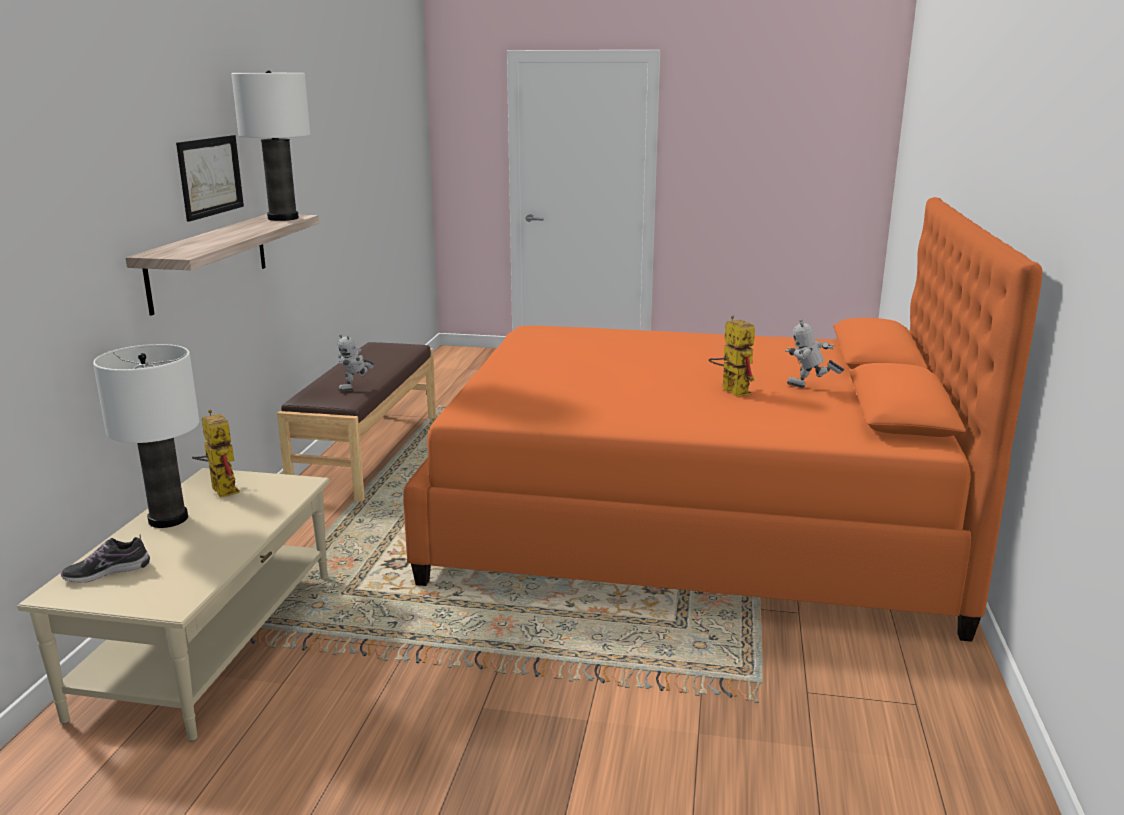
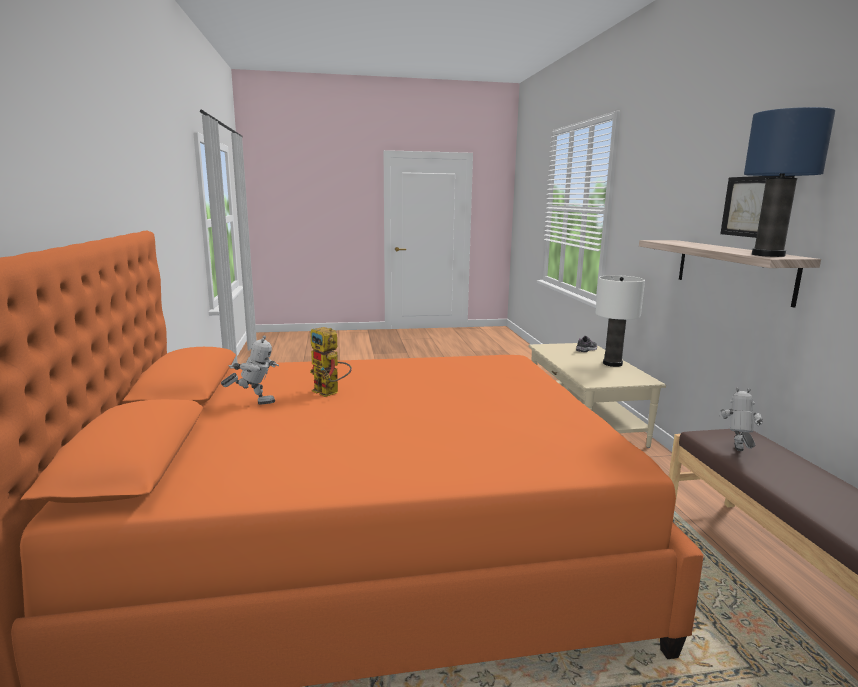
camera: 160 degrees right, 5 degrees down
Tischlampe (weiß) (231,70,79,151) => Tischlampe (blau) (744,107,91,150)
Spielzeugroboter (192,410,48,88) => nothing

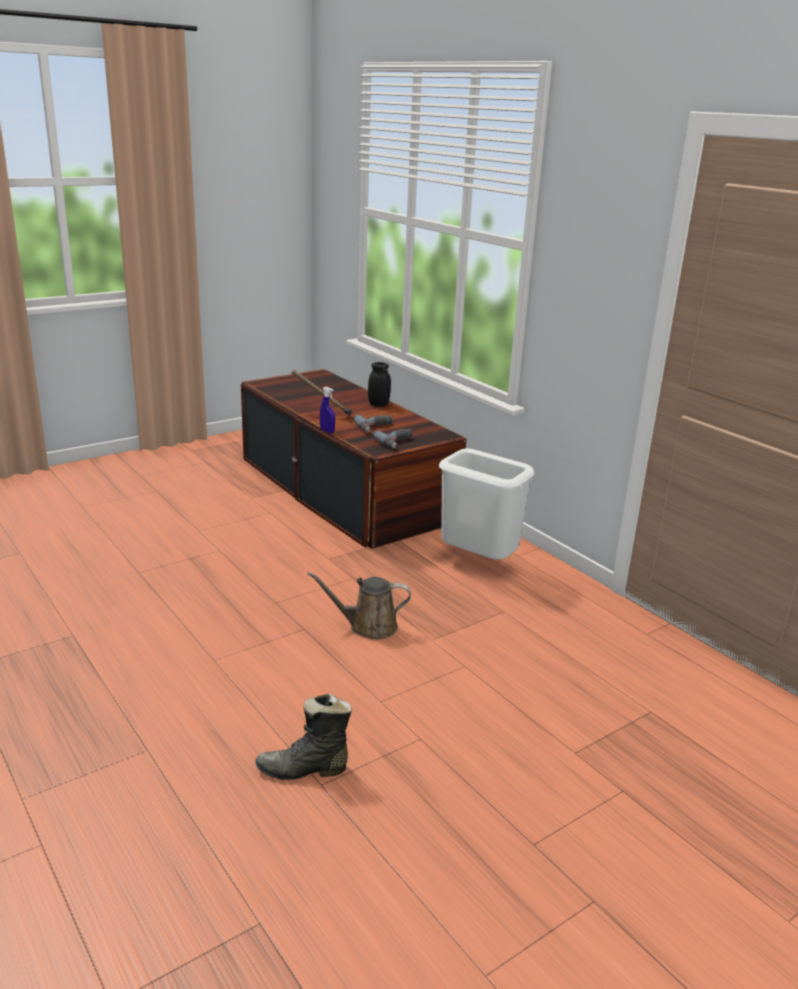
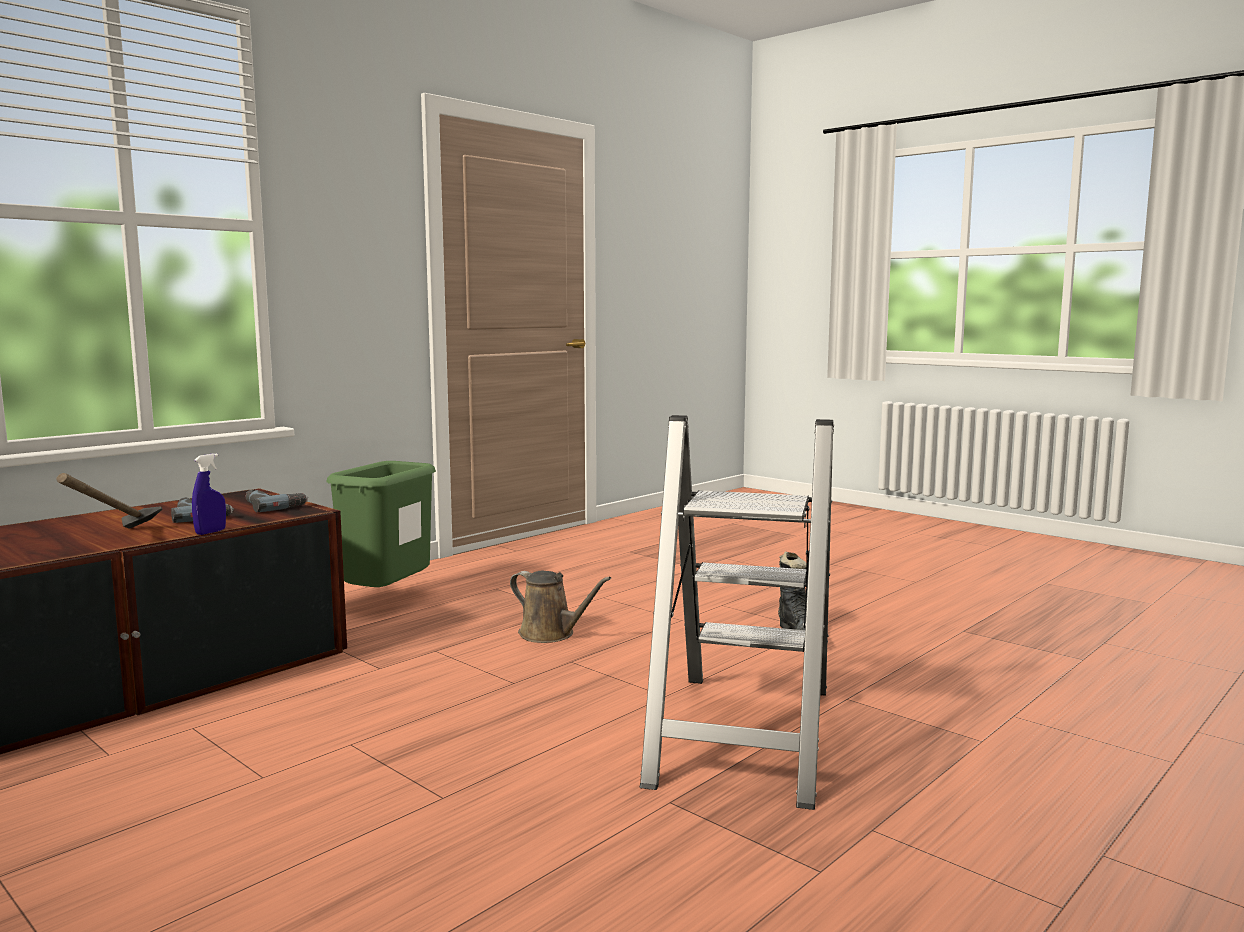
camera: 100 degrees left, 15 degrees down
Vorratsglas (schwarz) (368,362,23,45) => nothing
Mülleimer (weiß) (439,448,95,112) => Mülleimer (grün) (326,461,110,126)
Gießkanne (braun) (307,572,104,68) => Gießkanne (braun) (510,570,101,73), 45 degrees counterclockwise
nothing => Trittleiter (grau) (640,415,194,395)

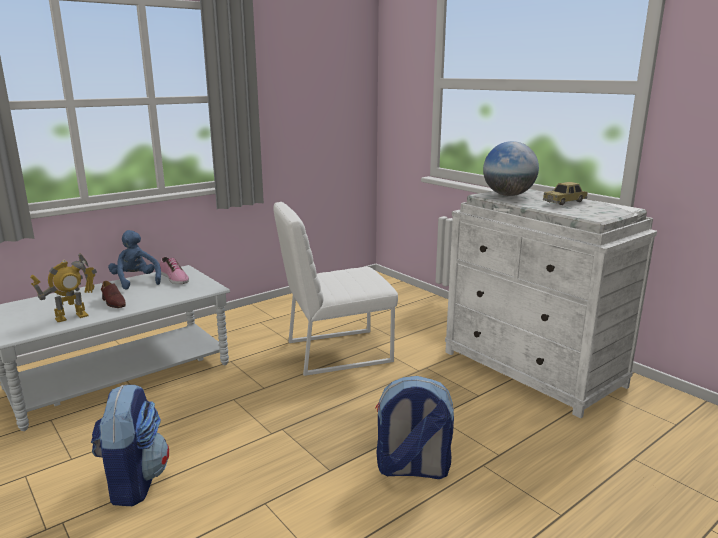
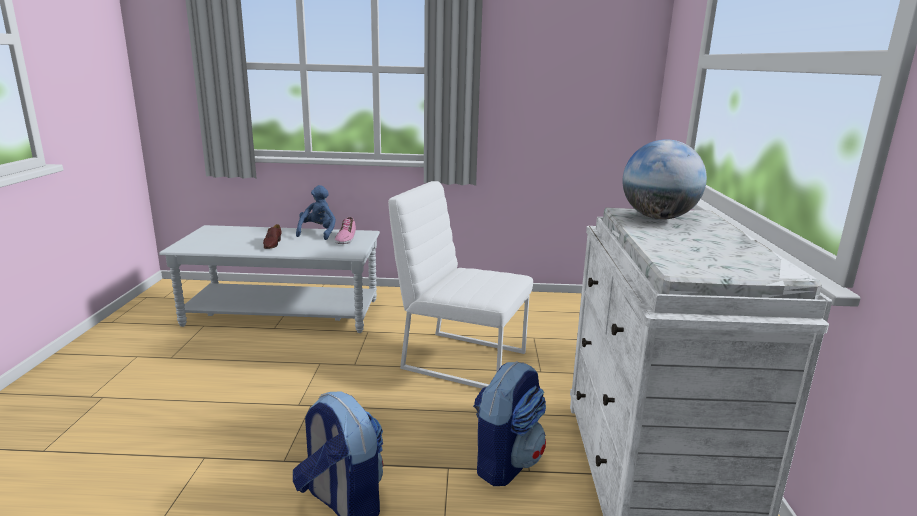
camera: 40 degrees right, 0 degrees up
Spielzeugauto (543,182,45,23) => nothing
Spielzeugroboter (30,253,67,69) => nothing
Rucksack (91,385,78,121) => Rucksack (473,361,73,125), relocated

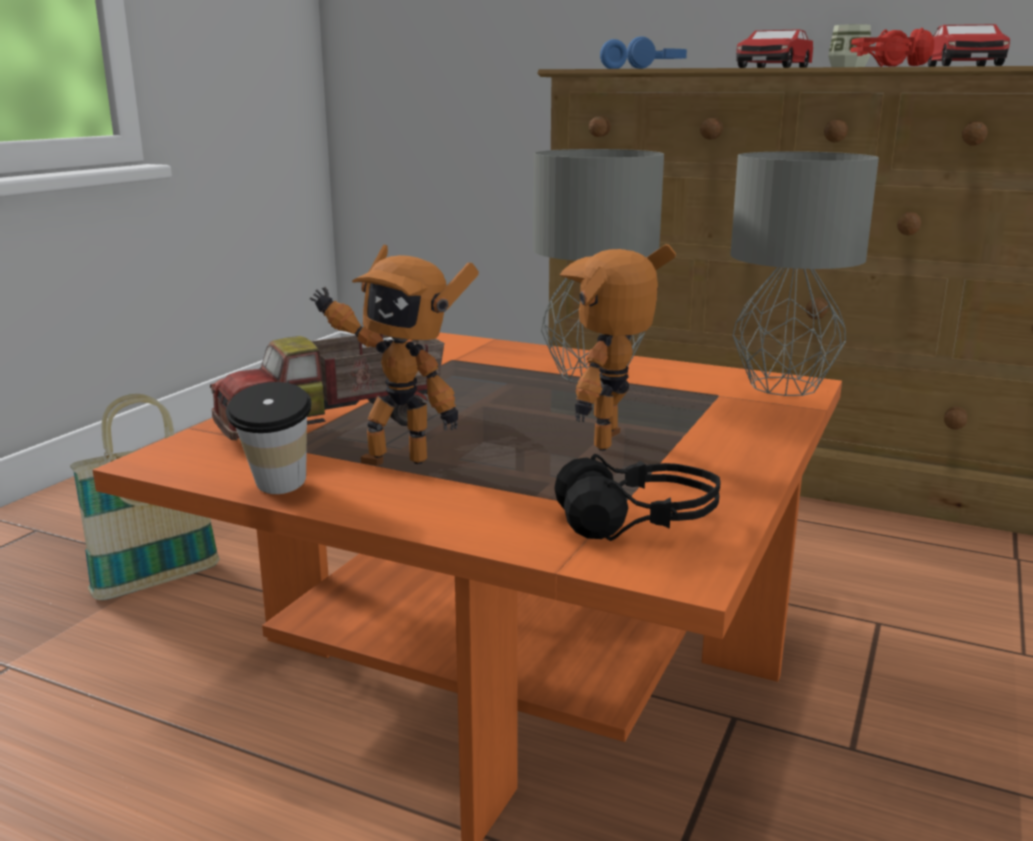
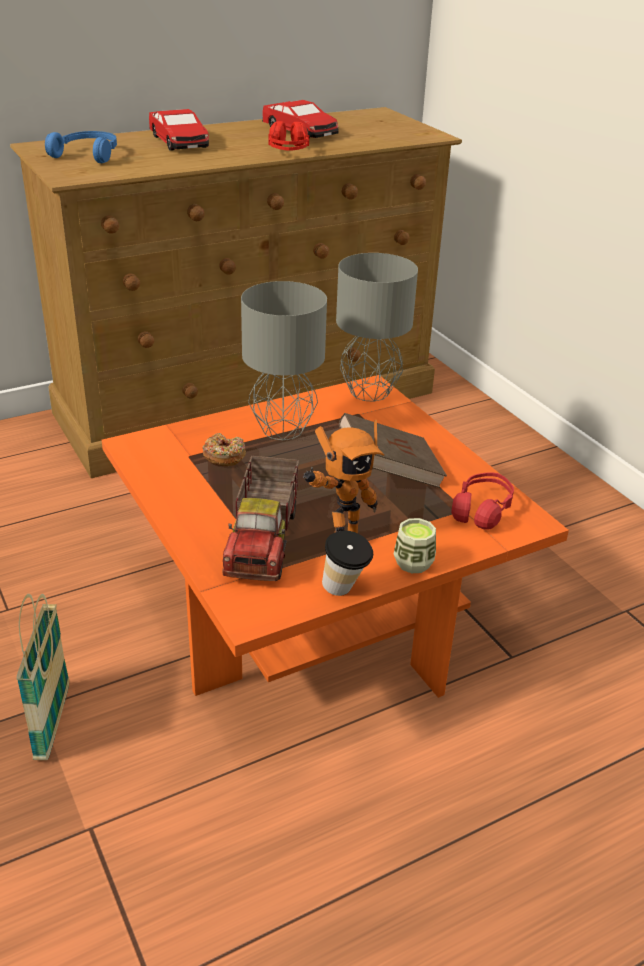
camera: 55 degrees left, 15 degrees up
Tasse (828,24,43,43) => Tasse (393,518,43,55), relocated
Spielzeugroboter (560,244,116,207) => Buch (braun) (339,413,108,75)
Kopfhörer (schwarz) (555,454,166,87) => Kopfhörer (rot) (451,472,63,58)
nothing => Donut (203,433,43,33)

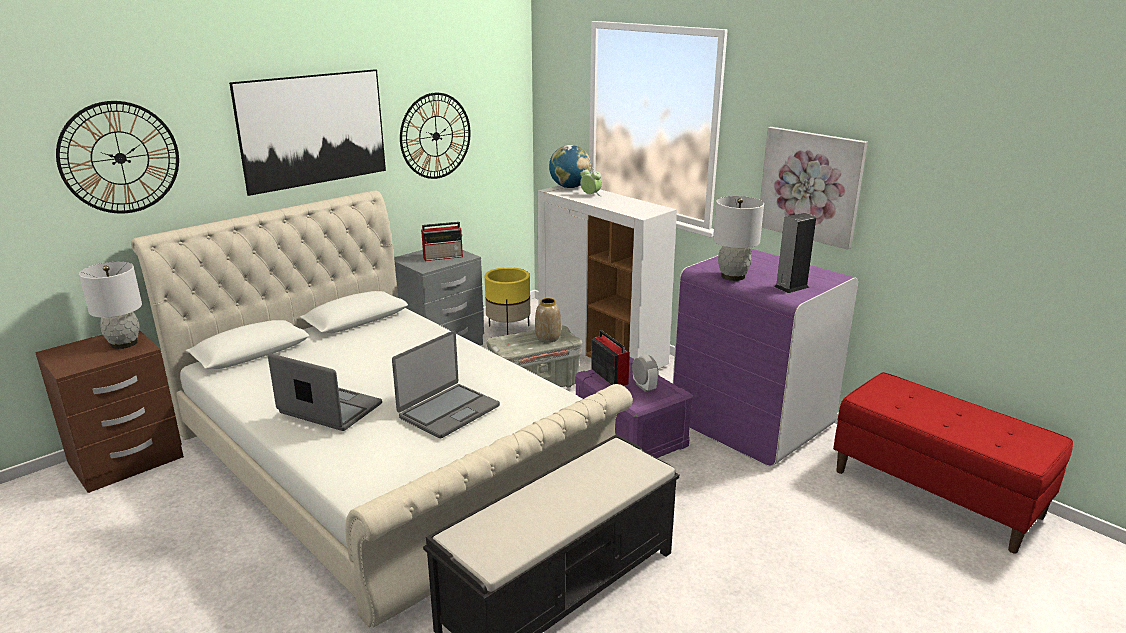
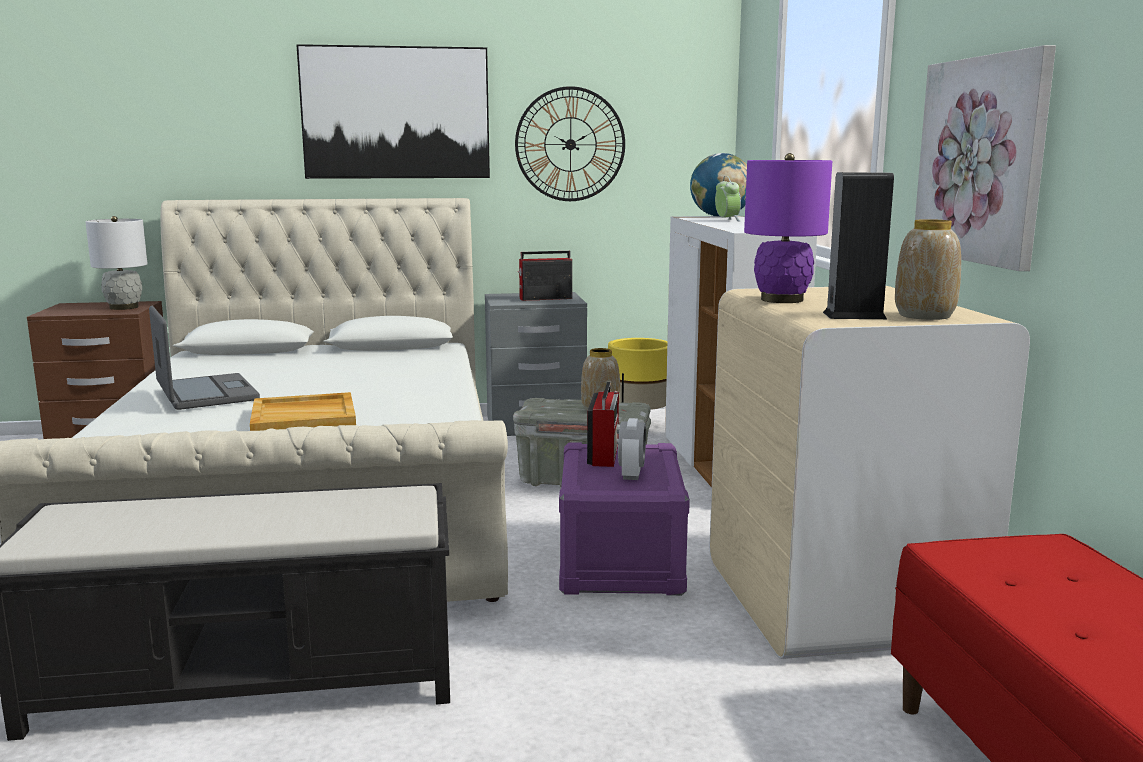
camera: 35 degrees right, 10 degrees down
Wanduhr (56,101,123,113) => nothing
Tischlampe (weiß) (713,196,51,85) => Tischlampe (lila) (744,153,88,150)
Radio (421,222,42,39) => Radio (518,251,54,50), 150 degrees clockwise
Kommode (lila) (673,248,185,219) => Kommode (beige) (710,286,320,373)
Laptop (392,331,108,108) => Tablett (beige) (250,392,106,39)
nothing => Vase (895,219,66,101)

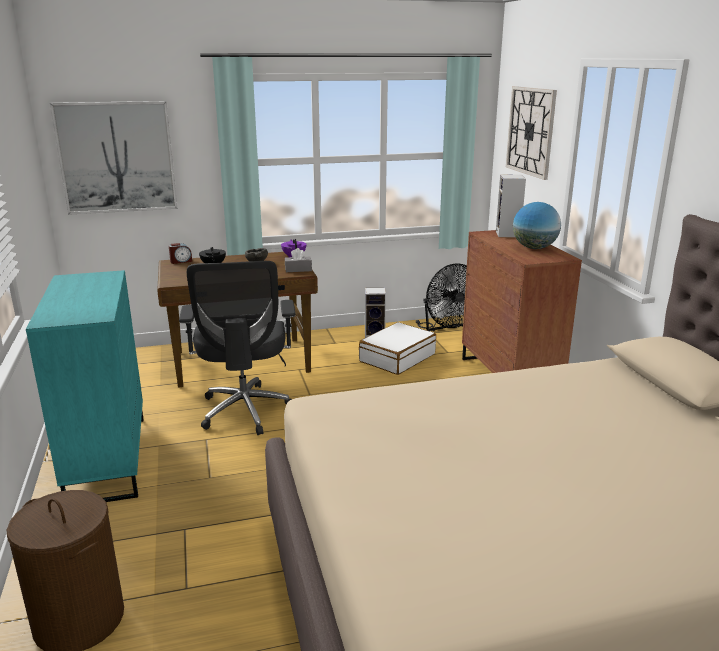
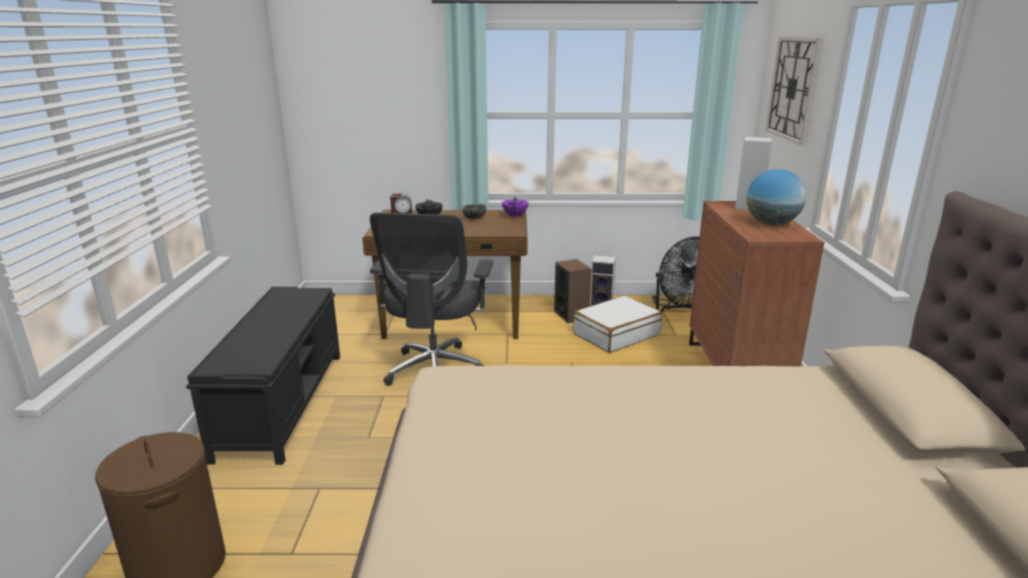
camera: 15 degrees right, 0 degrees up
Bild (50,101,127,114) => nothing
Taschentuchbox (grau) (285,248,27,24) => nothing
Kommode (türkis) (26,270,118,232) => Bank (schwarz) (186,287,154,178)
nothing => Lautsprecher (554,259,37,64)

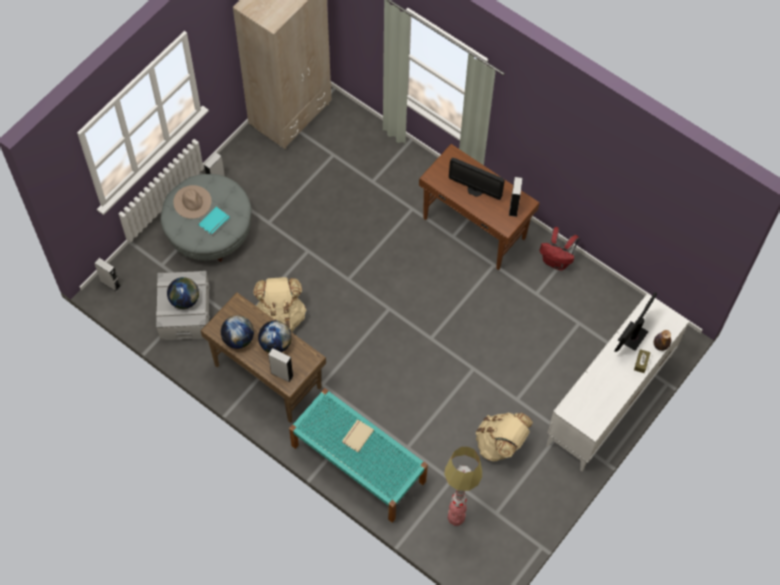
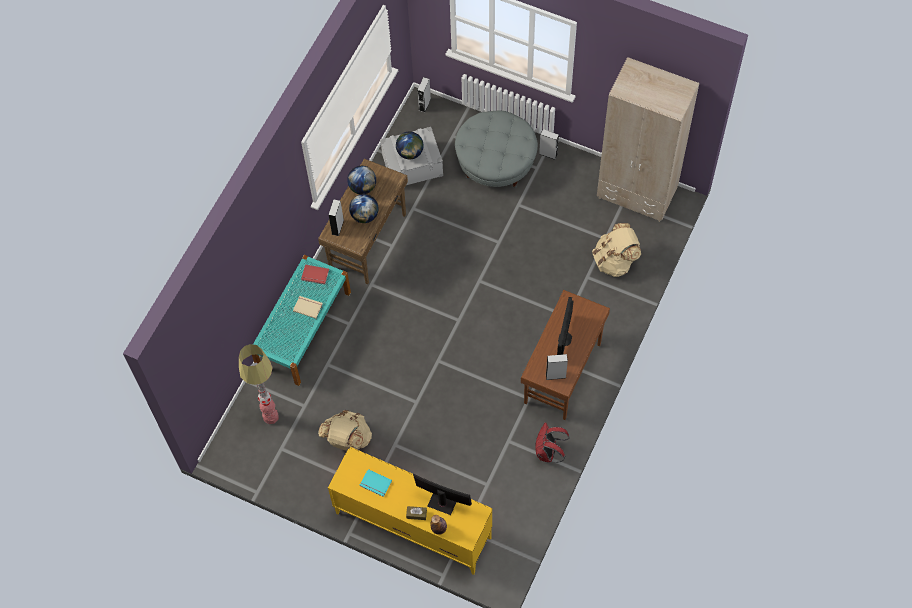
camera: 80 degrees right, 0 degrees up
Hut (beige) (173,185,39,34) => nothing
Buch (türkis) (198,207,32,28) => Buch (türkis) (360,469,32,28), relocated
Rucksack (beige) (253,277,53,55) => Rucksack (beige) (592,223,49,54), relocated
Kommode (weiß) (546,294,143,177) => Kommode (gelb) (328,447,164,128)
nothing => Buch (rot) (301,264,28,21)

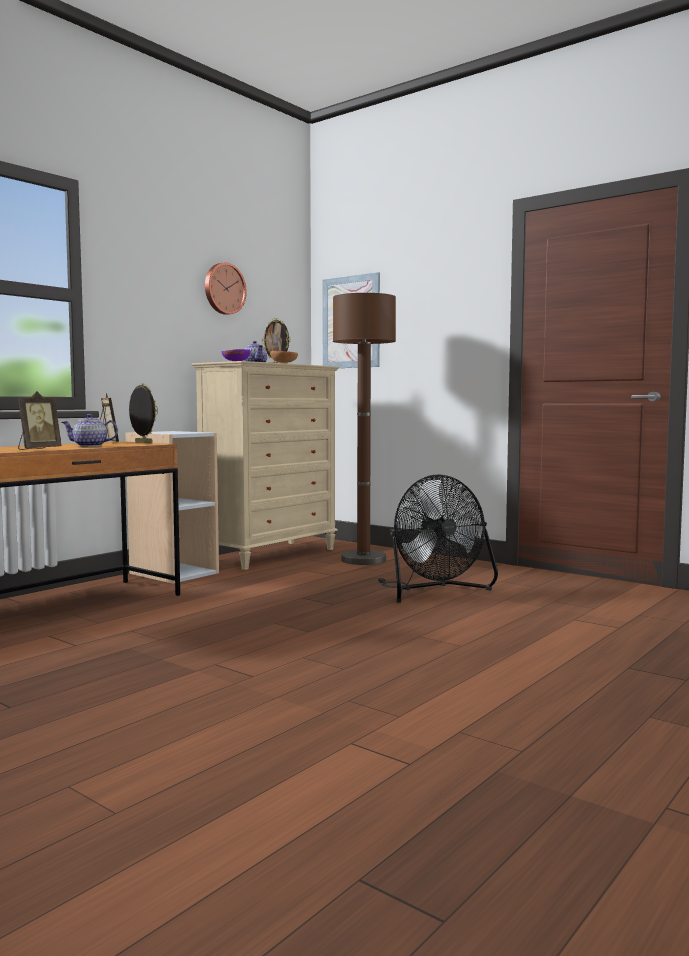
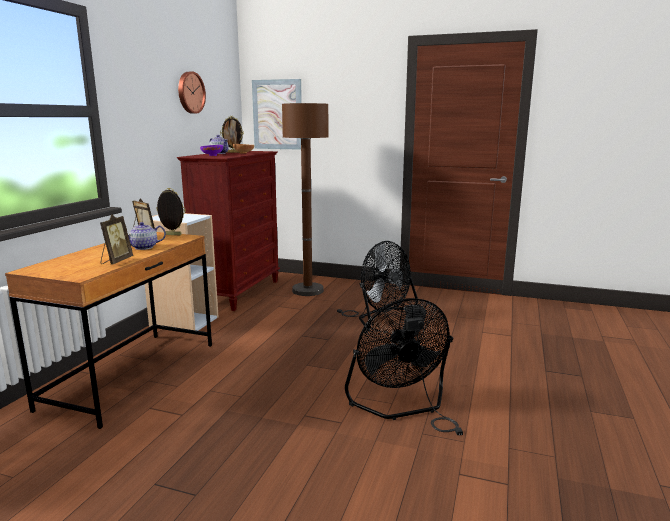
camera: 20 degrees left, 10 degrees up
Kommode (beige) (192,361,147,209) => Kommode (rot) (177,151,103,160)
nothing => Ventilator (schwarz) (345,298,118,137)

